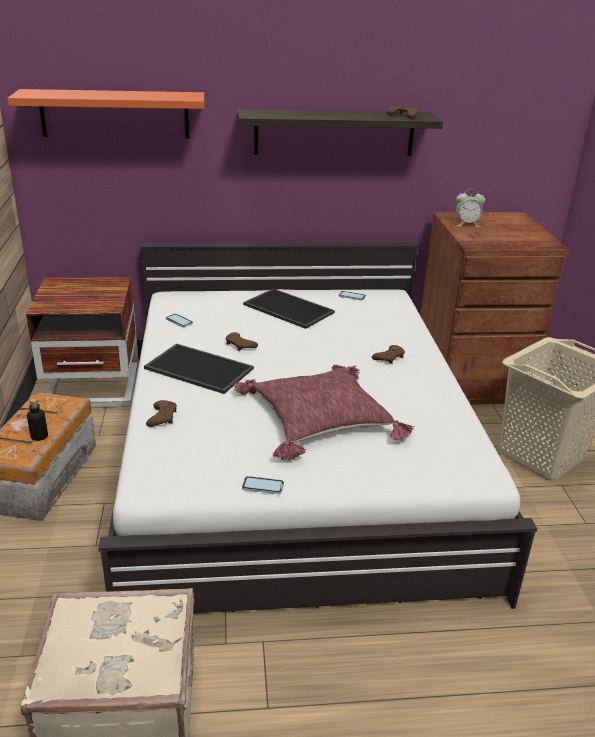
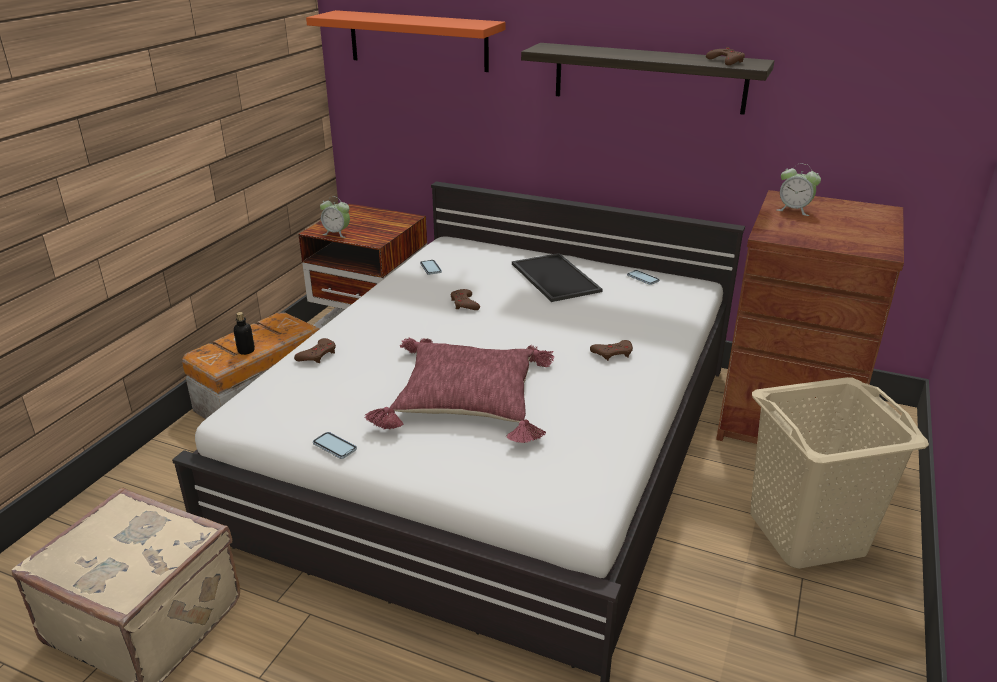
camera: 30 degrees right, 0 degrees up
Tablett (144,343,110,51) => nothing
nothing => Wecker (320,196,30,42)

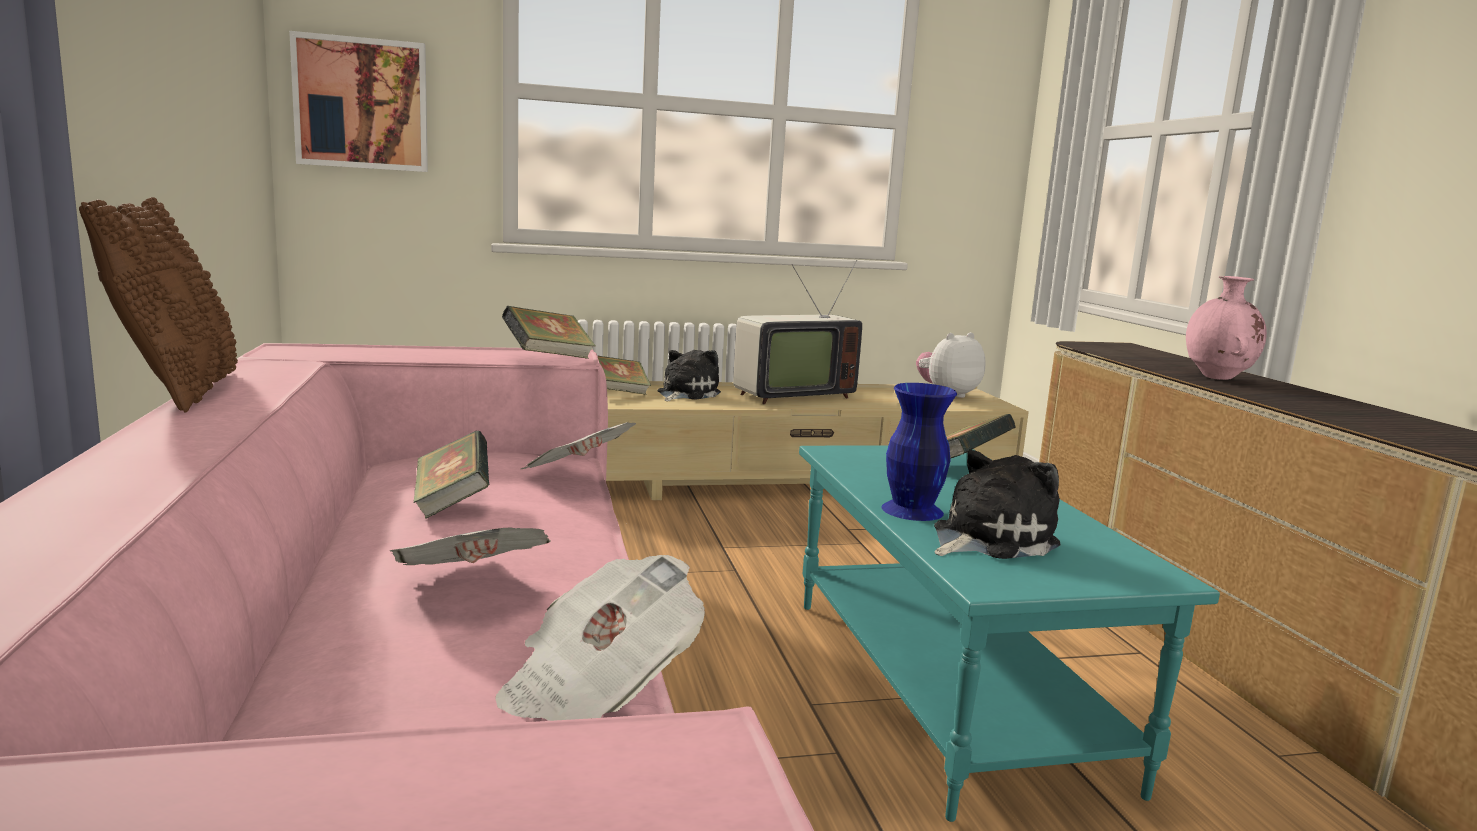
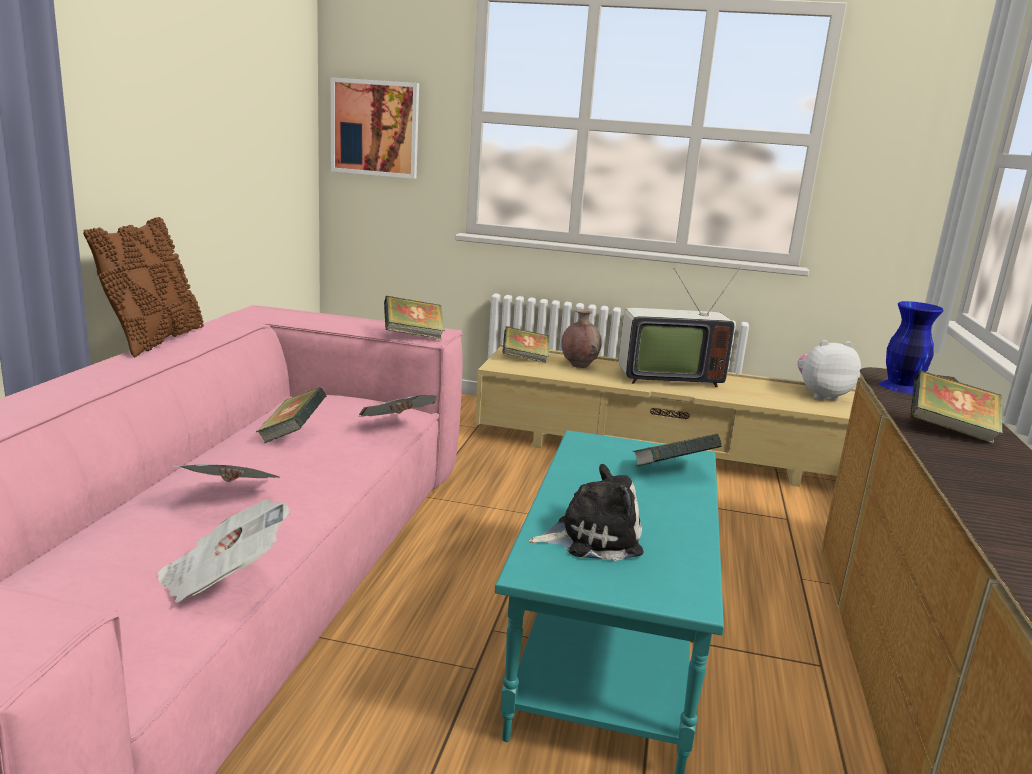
camera: 25 degrees right, 5 degrees up
Vase (rosa) (1186,276,81,104) => Buch (910,370,93,74)
Plüschtier (658,350,63,51) => Vase (braun) (561,309,41,59)
Vase (blau) (881,383,76,138) => Vase (blau) (879,301,65,93), relocated

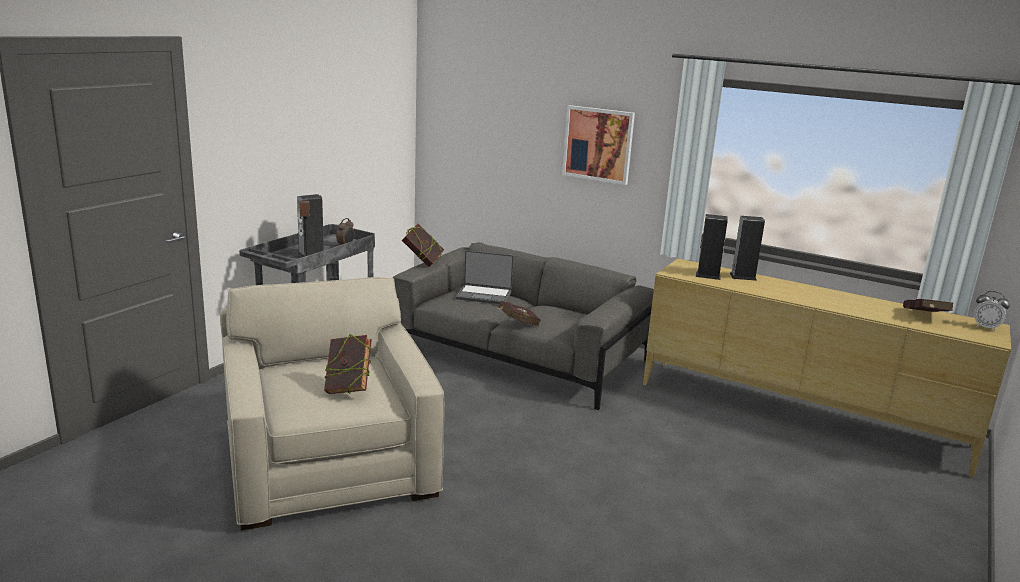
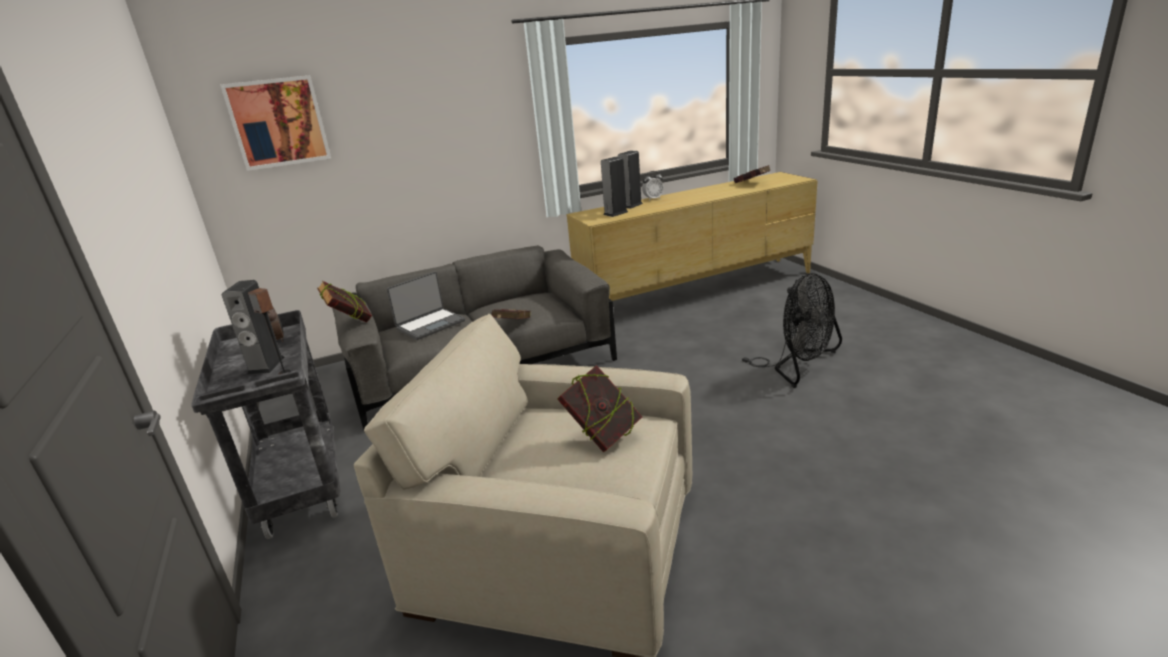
camera: 50 degrees left, 5 degrees up
Bild (562,105,73,80) => Bild (220,75,111,96), relocated
Wecker (974,291,36,40) => Wecker (642,171,22,30), relocated
nothing => Ventilator (schwarz) (742,273,100,115)

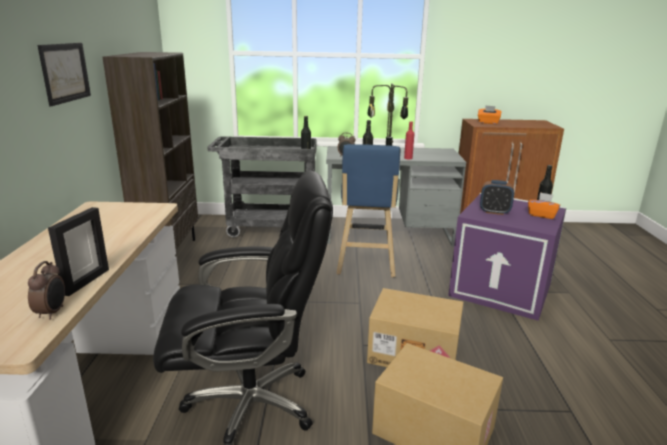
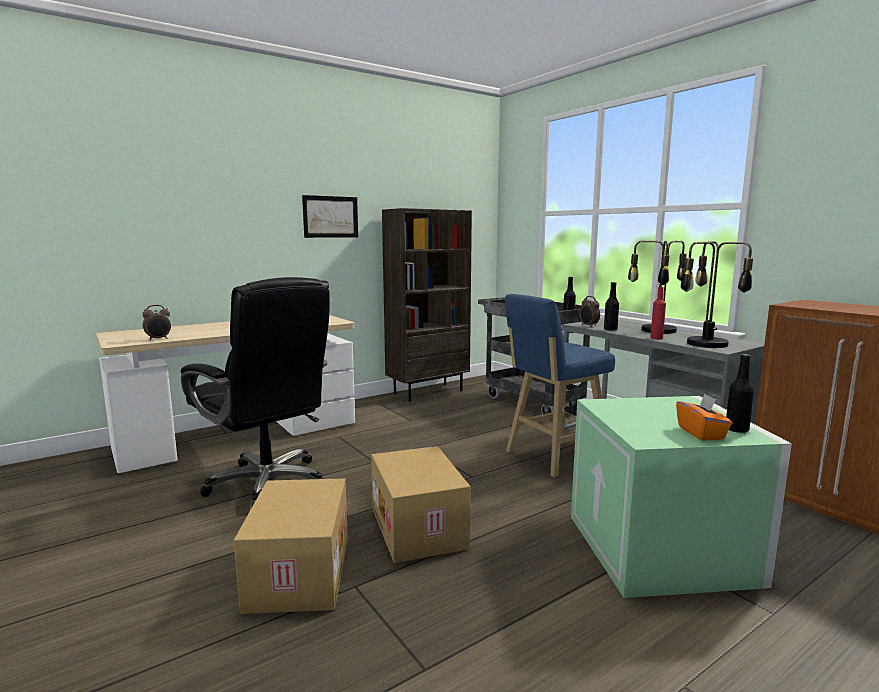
camera: 55 degrees right, 10 degrees down
Taschentuchbox (orange) (478,105,23,19) => nothing
Wecker (480,180,34,35) => nothing
Aufbewahrungsbox (lila) (448,193,119,128) => Aufbewahrungsbox (grün) (571,396,221,202)
Bilderrahmen (48,207,61,89) => nothing
nothing => Tischlampe (681,241,72,107)

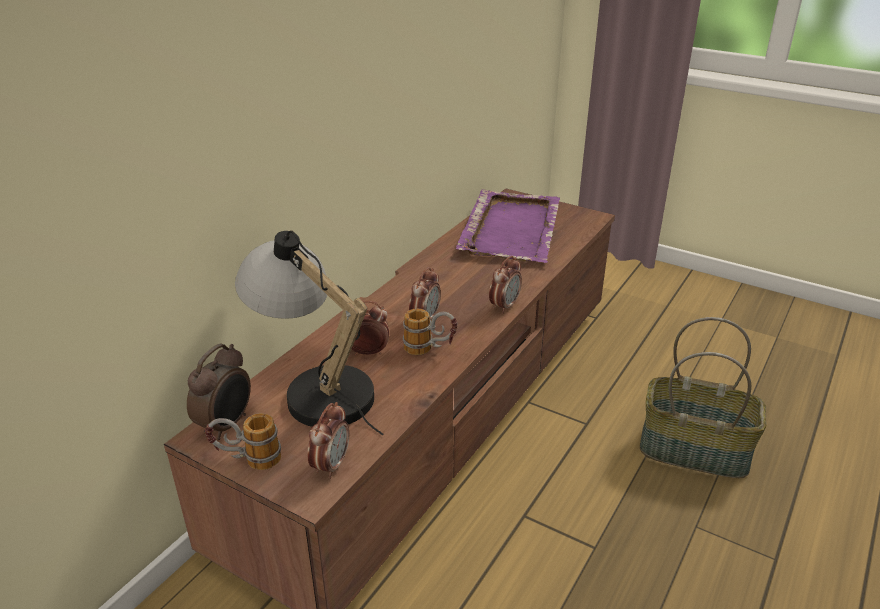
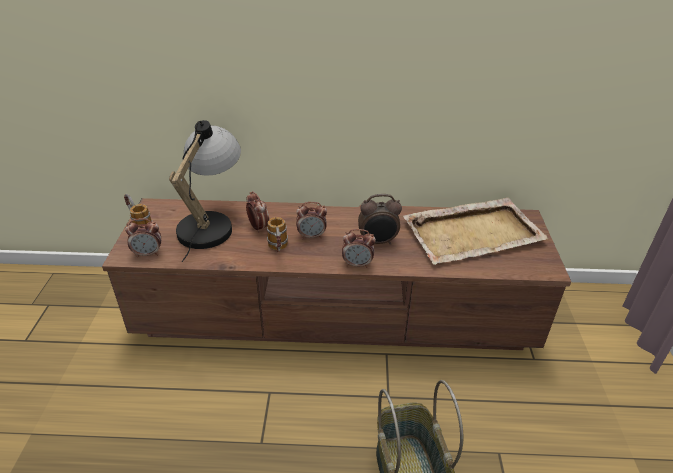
camera: 60 degrees right, 5 degrees up
Tablett (lila) (456,189,104,74) => Tablett (beige) (403,197,146,68)
Wecker (187,344,64,96) => Wecker (358,194,44,51), relocated

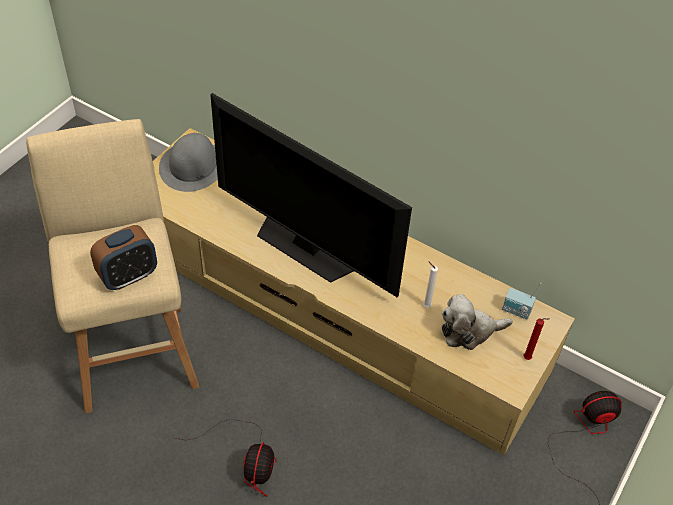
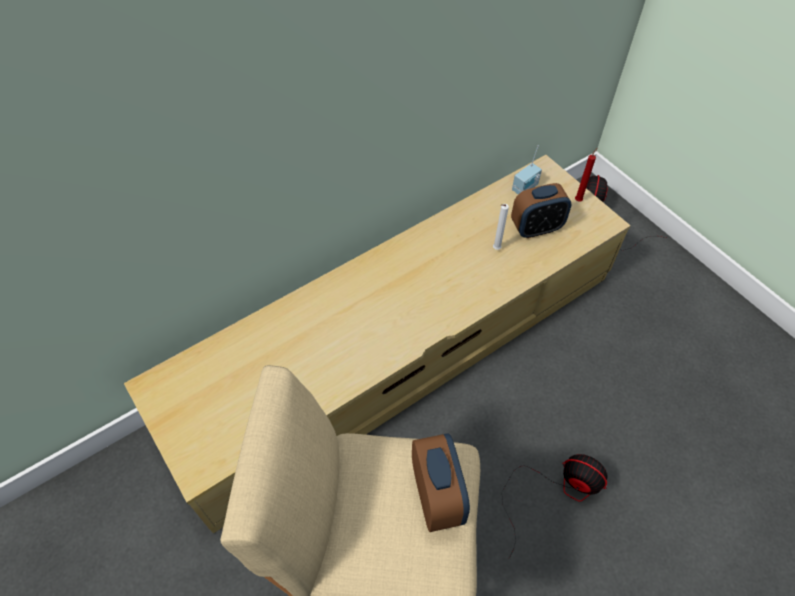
camera: 65 degrees left, 5 degrees up
Fernseher (210,93,202,204) => nothing
Hut (grau) (159,133,59,59) => nothing
Plüschtier (442,294,71,56) => Wecker (511,183,61,55)

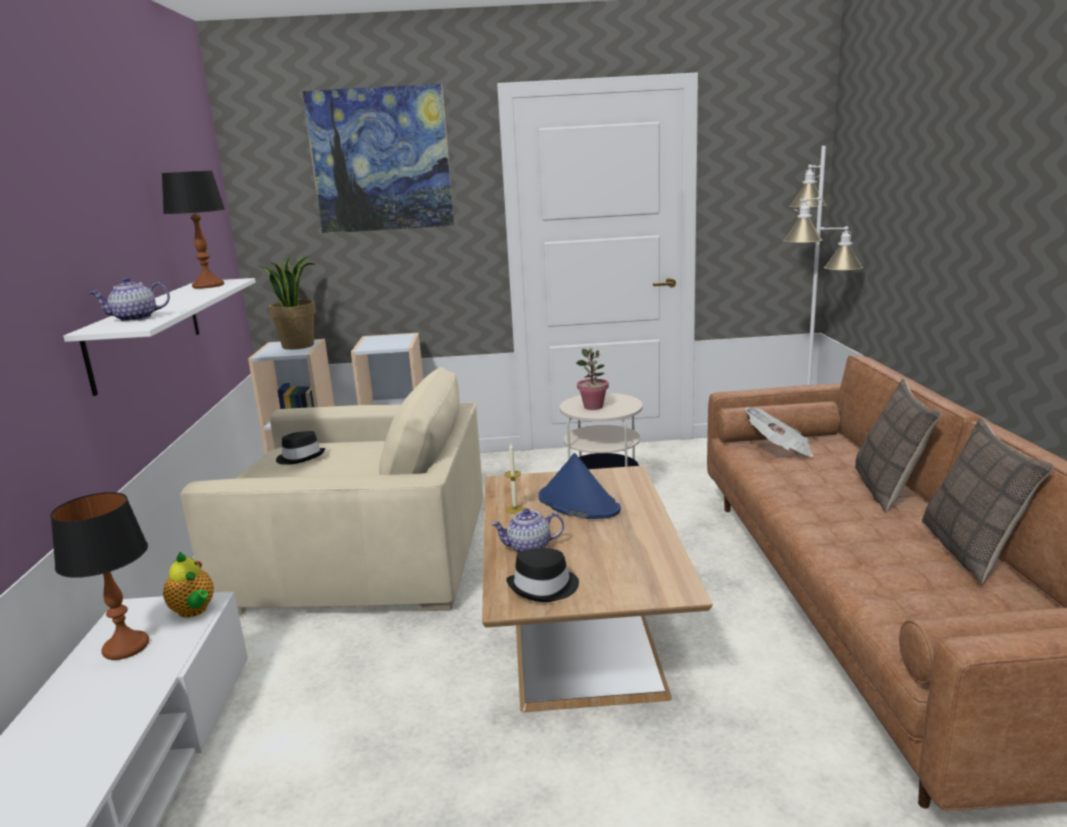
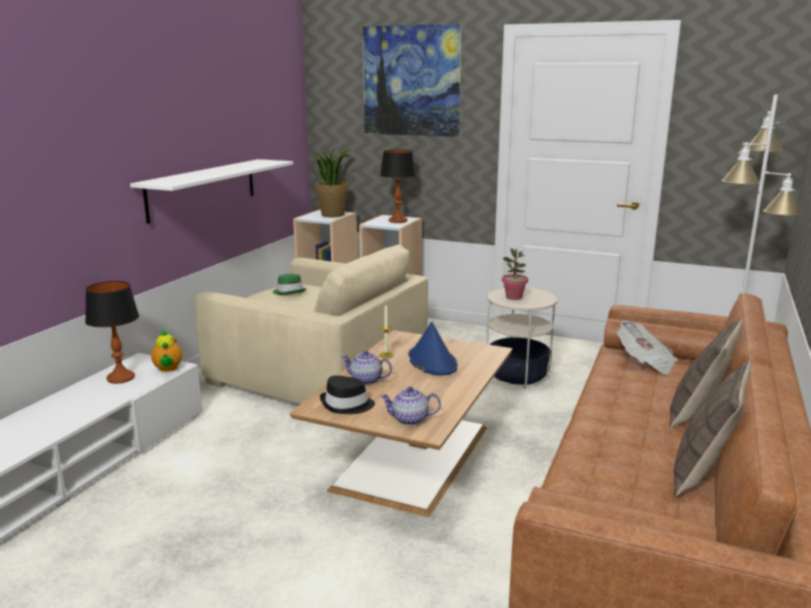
camera: 25 degrees right, 0 degrees up
Tischlampe (162,170,63,119) => Tischlampe (380,150,36,73), relocated
Teekanne (90,277,80,45) => Teekanne (380,387,61,39), relocated
Hut (schwarz) (276,431,49,34) => Hut (grün) (273,274,33,21)

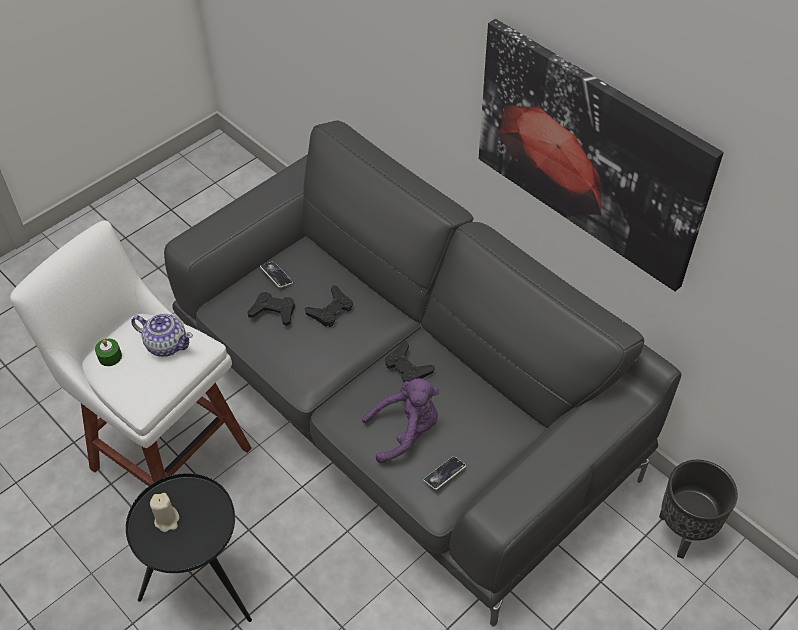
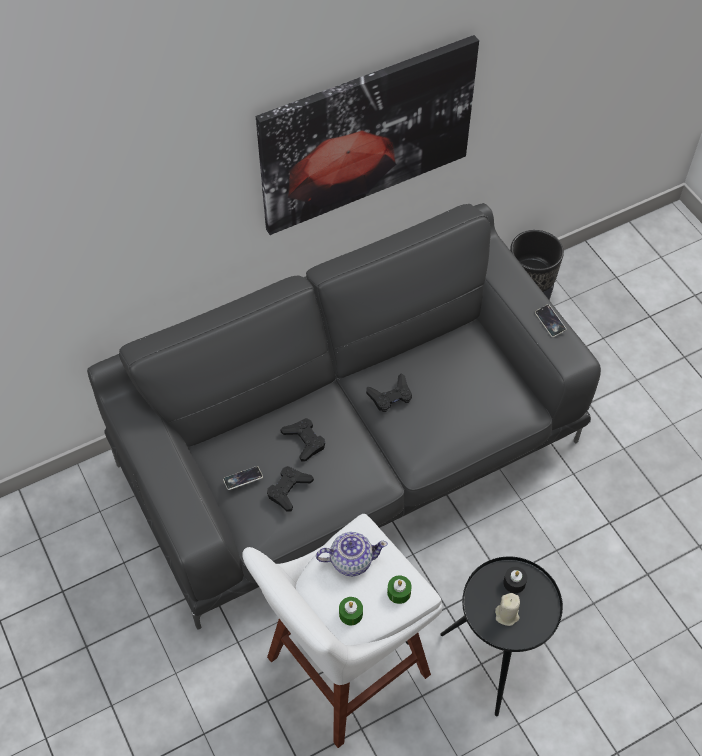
camera: 75 degrees left, 5 degrees up
Teekanne (131,314,62,43) => Teekanne (316,532,72,44), 45 degrees clockwise
Plüschtier (lila) (362,378,77,85) => nothing
Handy (424,456,42,34) => Handy (535,304,31,33), relocated
nothing => Kerze (schwarz) (503,567,24,26)
nothing => Kerze (grün) (387,575,25,29)

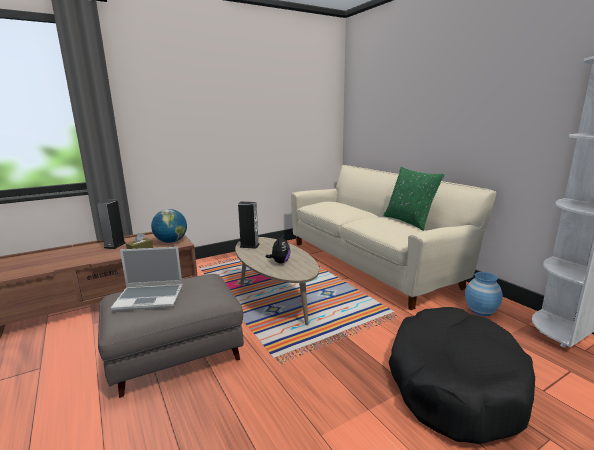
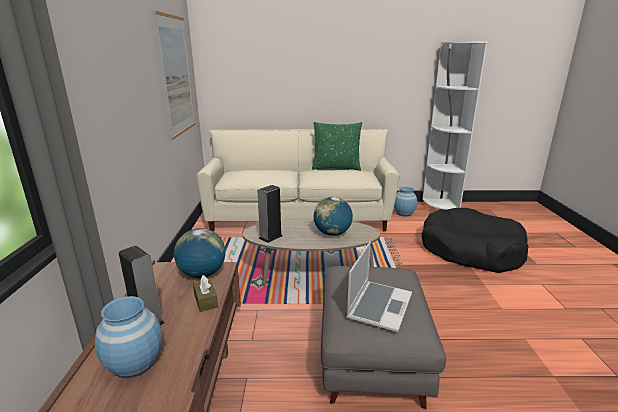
camera: 60 degrees left, 5 degrees up
Plüschtier (266,234,24,29) => Globus (314,197,39,39)
nothing => Bild (153,11,43,129)
nothing => Vase (blau) (95,296,67,82)

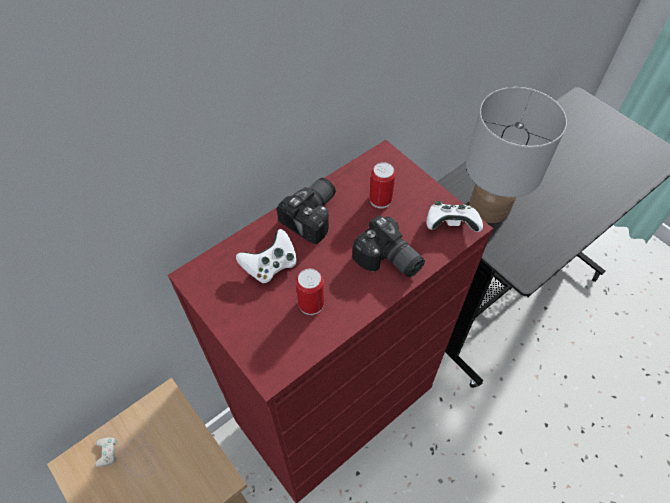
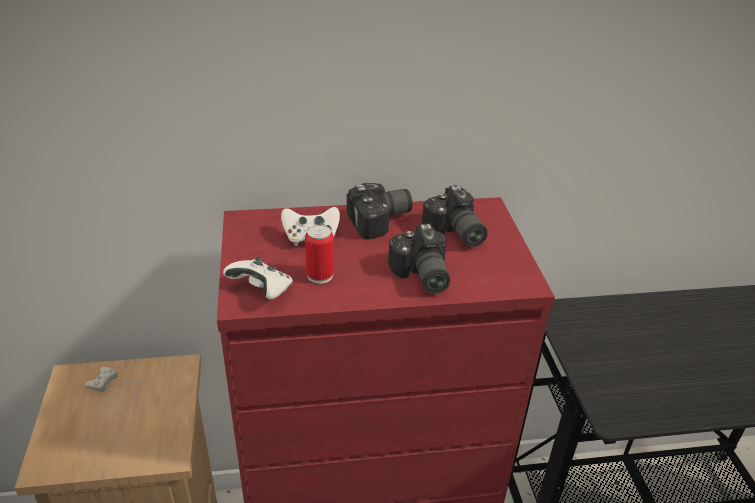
camera: 30 degrees right, 20 degrees down
Tischlampe (grau) (466,87,101,136) => nothing
Dose (369,162,26,47) => Kamera (422,185,65,62)
Gamepad (weiß) (426,201,57,31) => Gamepad (weiß) (223,256,70,43), relocated

